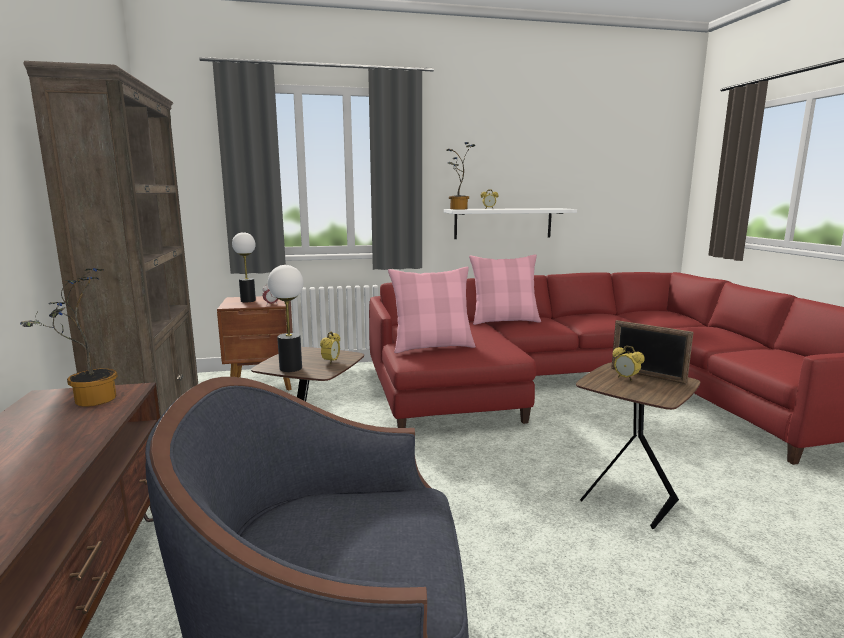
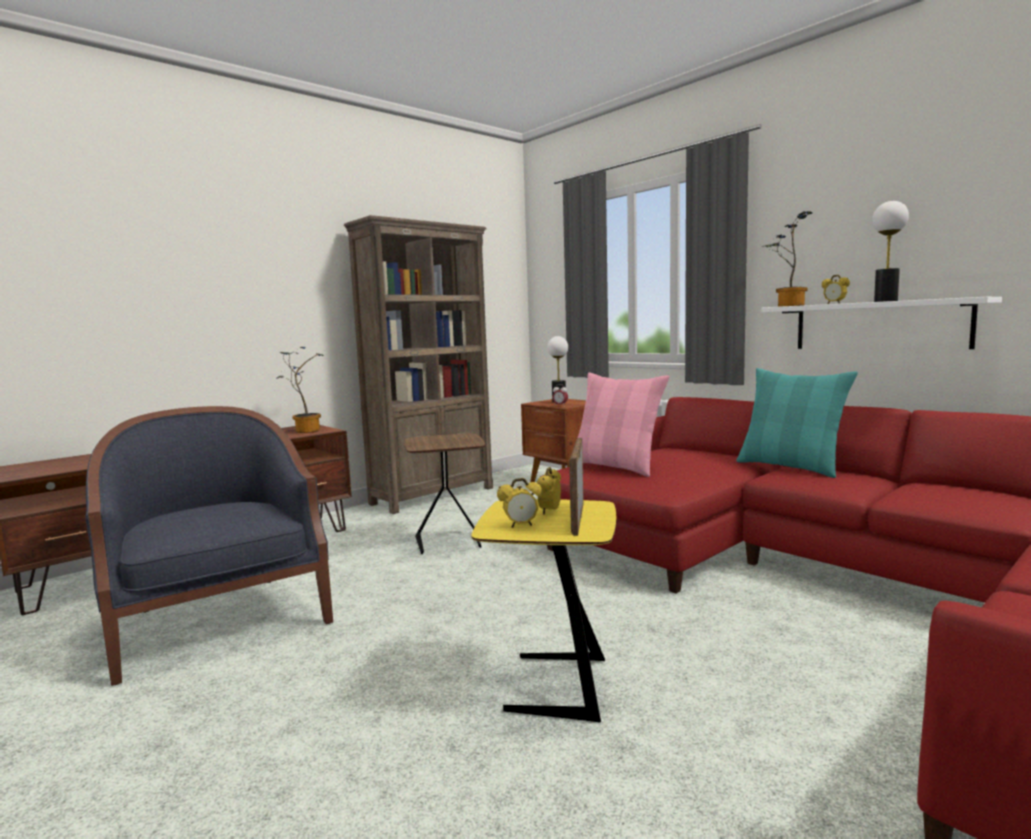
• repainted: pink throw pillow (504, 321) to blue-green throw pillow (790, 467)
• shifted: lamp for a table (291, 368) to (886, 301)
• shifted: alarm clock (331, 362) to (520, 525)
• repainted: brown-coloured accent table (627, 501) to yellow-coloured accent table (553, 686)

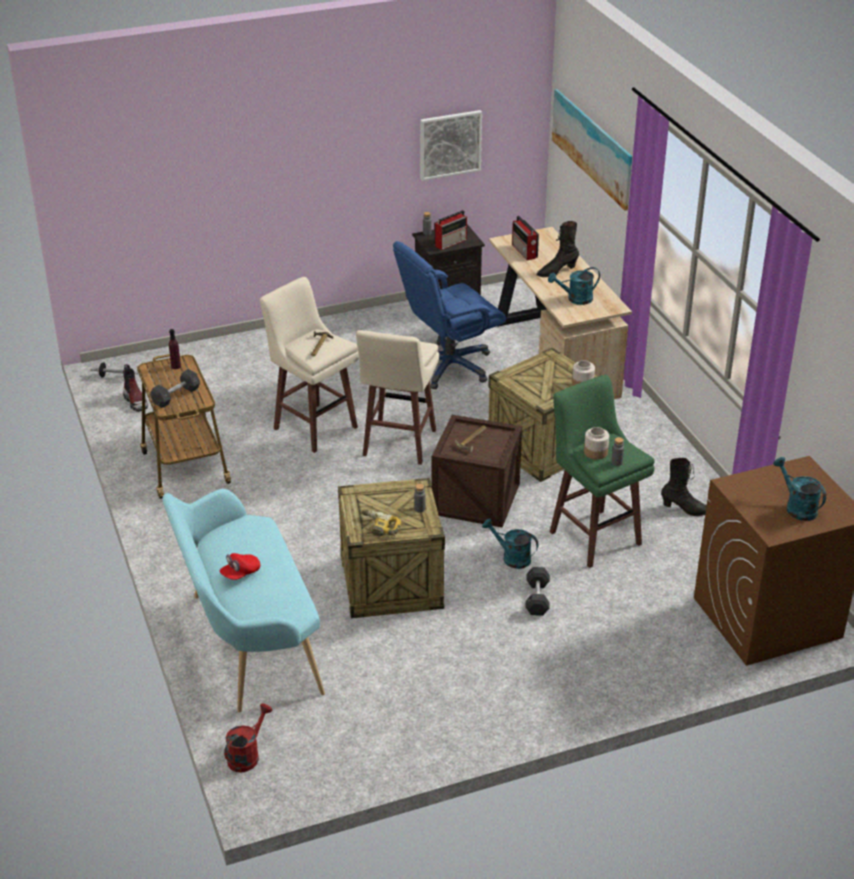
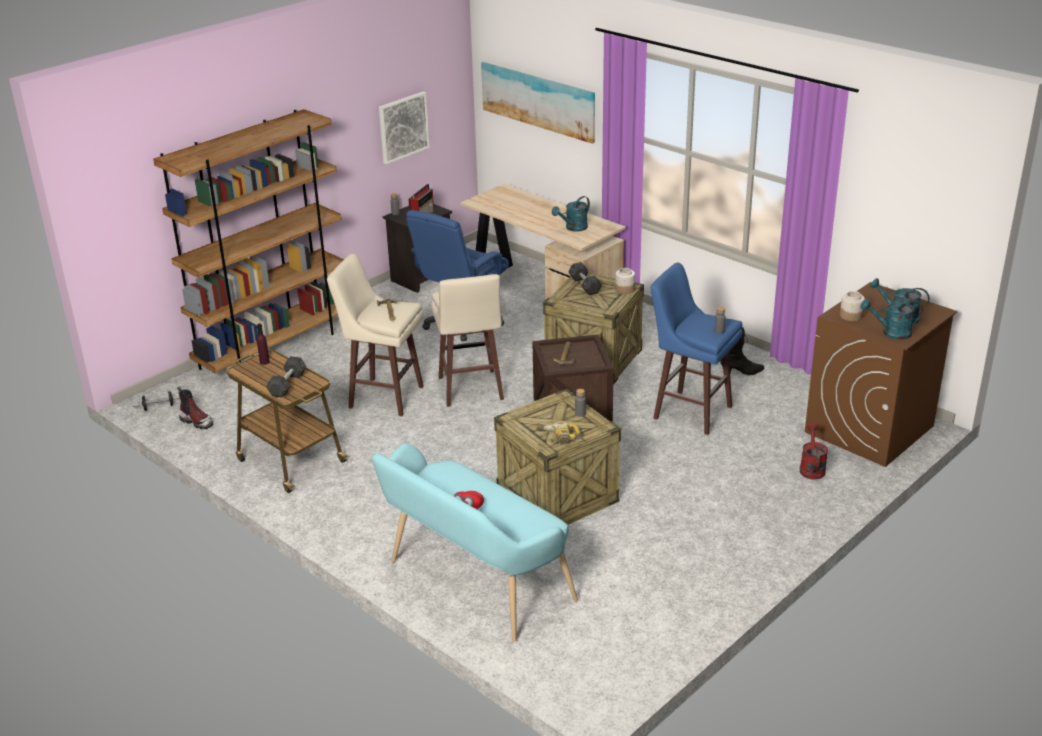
• gone: radio set (524, 252)
• gone: blackish high-top boot (556, 272)
• repainted: green-coloured sitting stool (594, 536) to blue sitting stool (690, 411)
• shifted: preserve jar (596, 452) to (851, 316)
• shifted: blue-green sprinkling can (511, 558) to (891, 333)
• shifted: gray dumbbell (537, 598) to (584, 285)
• shifted: reddish sprinkling can (247, 755) to (811, 468)
• new: brown-coloured shelving unit (275, 347)

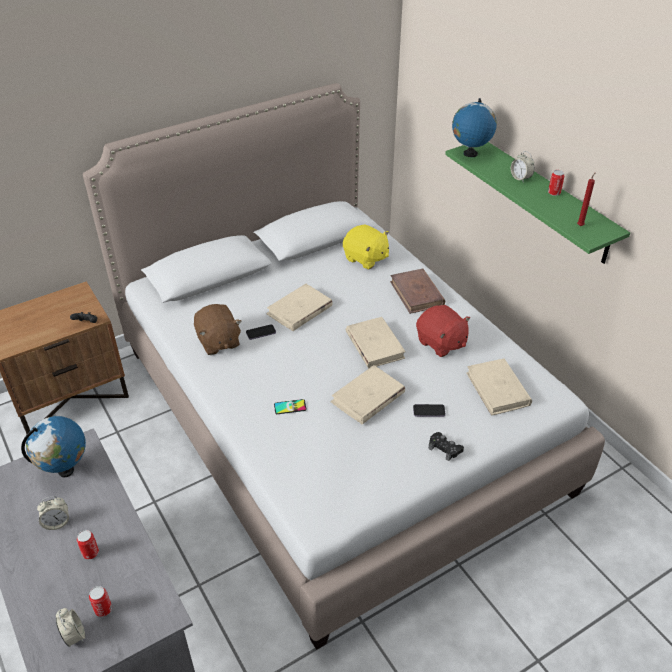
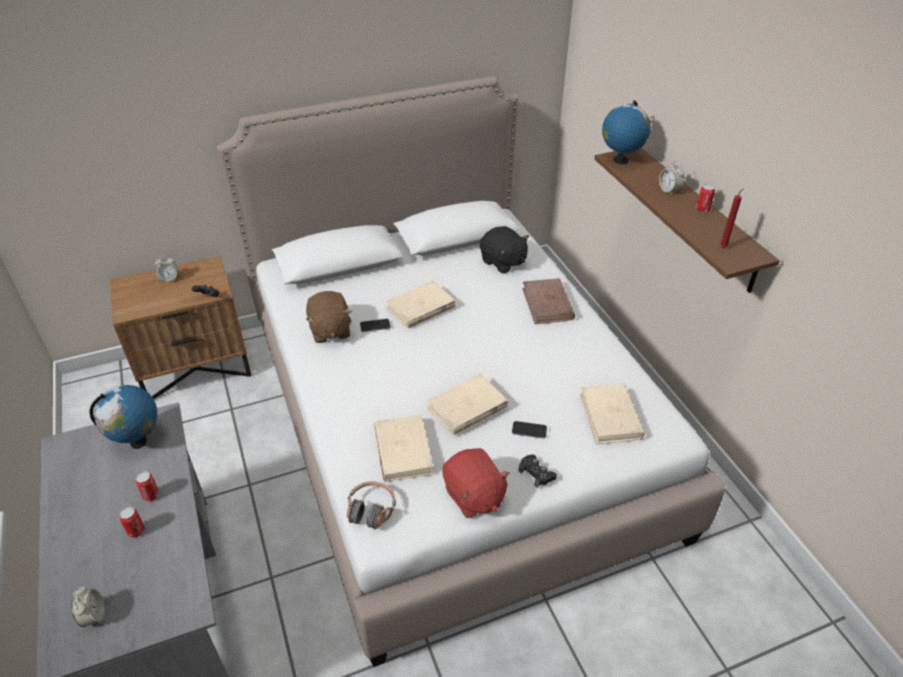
• repainted: green-coloured wall shelf (546, 201) to brown-coloured wall shelf (696, 218)
• repainted: yellow-coloured soft toy (365, 258) to blackish soft toy (503, 262)
• shifted: reddish soft toy (441, 343) to (473, 496)
• shifted: beige-coloured book (374, 345) to (403, 450)
• gone: telephone (290, 407)
• shifted: alarm clock (57, 523) to (169, 278)
• shifted: can (103, 609) to (151, 495)
• new: headset (371, 510)

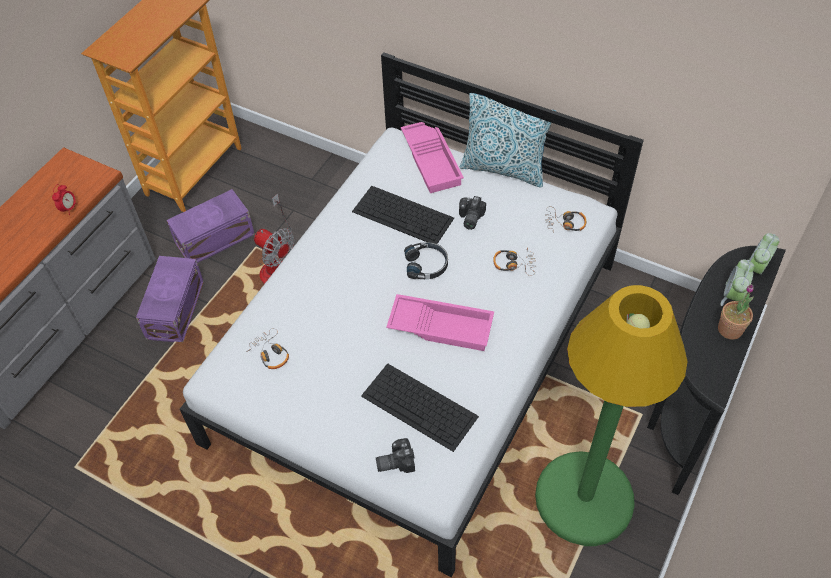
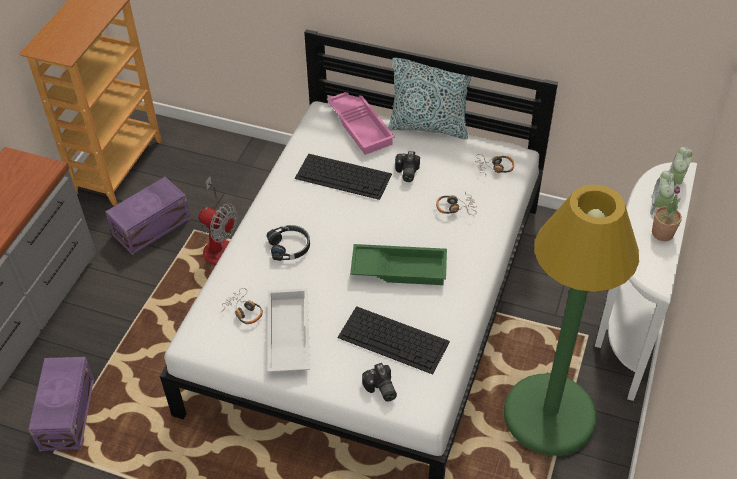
• gone: alarm clock (69, 208)
• shifted: blackish headset (426, 265) to (290, 246)
• repainted: blackish narrow table (684, 411) to whitish narrow table (625, 327)
• shifted: purple-coloured storage container (174, 310) to (66, 415)
• repainted: pink tray (442, 326) to green-coloured tray (400, 268)
• rotated: still camera (394, 461) = (380, 389) 90 degrees counterclockwise
• new: whitish tray (287, 335)

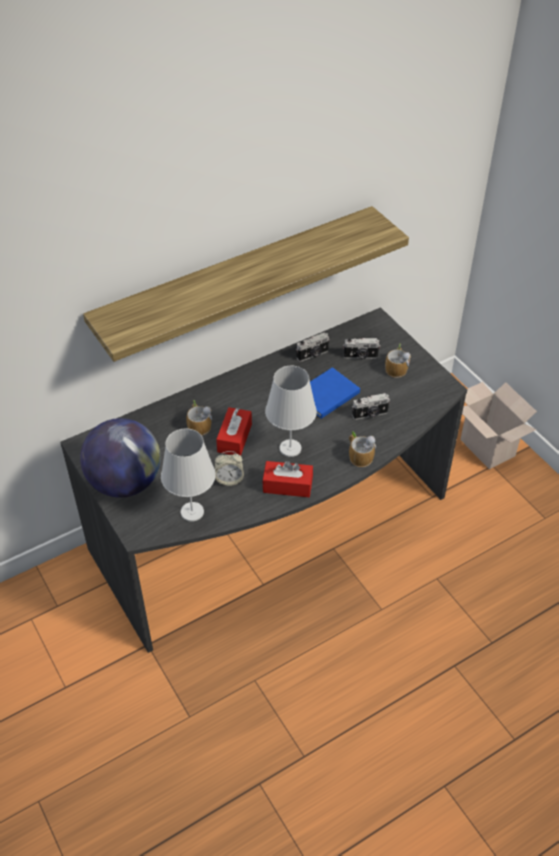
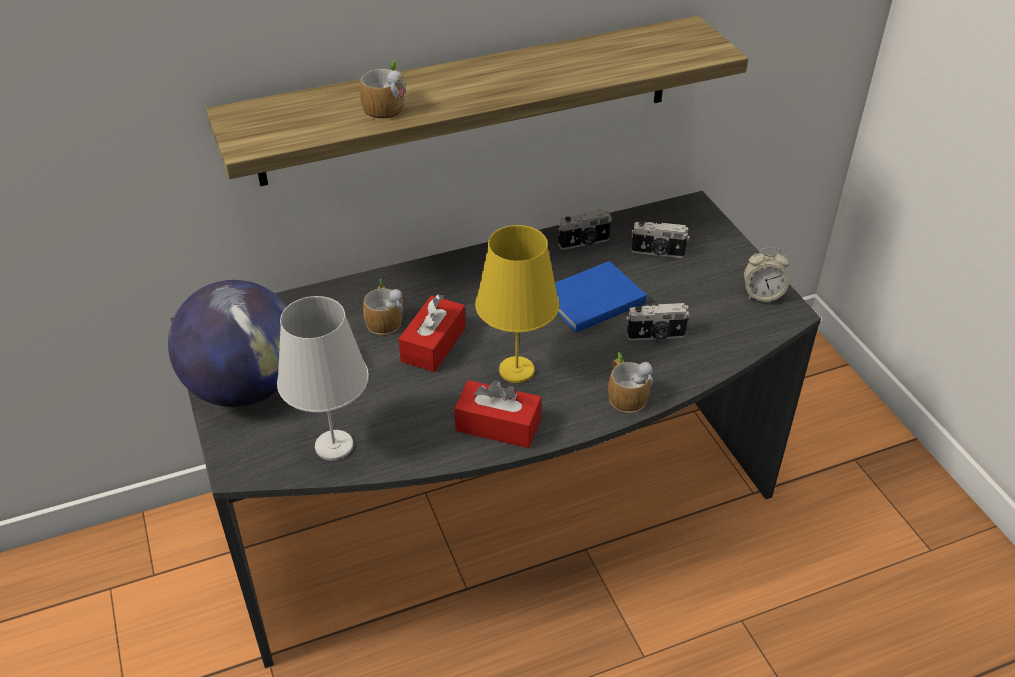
• shifted: mug (397, 367) to (387, 106)
• repainted: whitish lamp for a table (290, 448) to yellow-coloured lamp for a table (517, 370)
• gone: carton (485, 447)
• shifted: alarm clock (229, 479) to (762, 295)

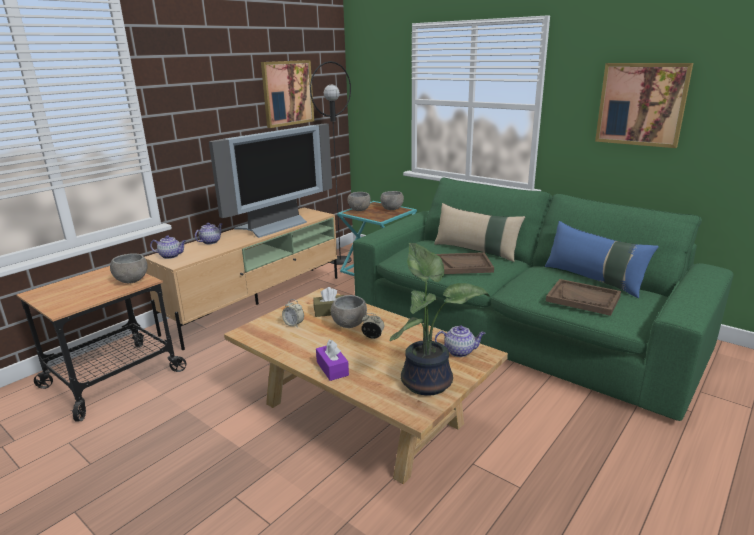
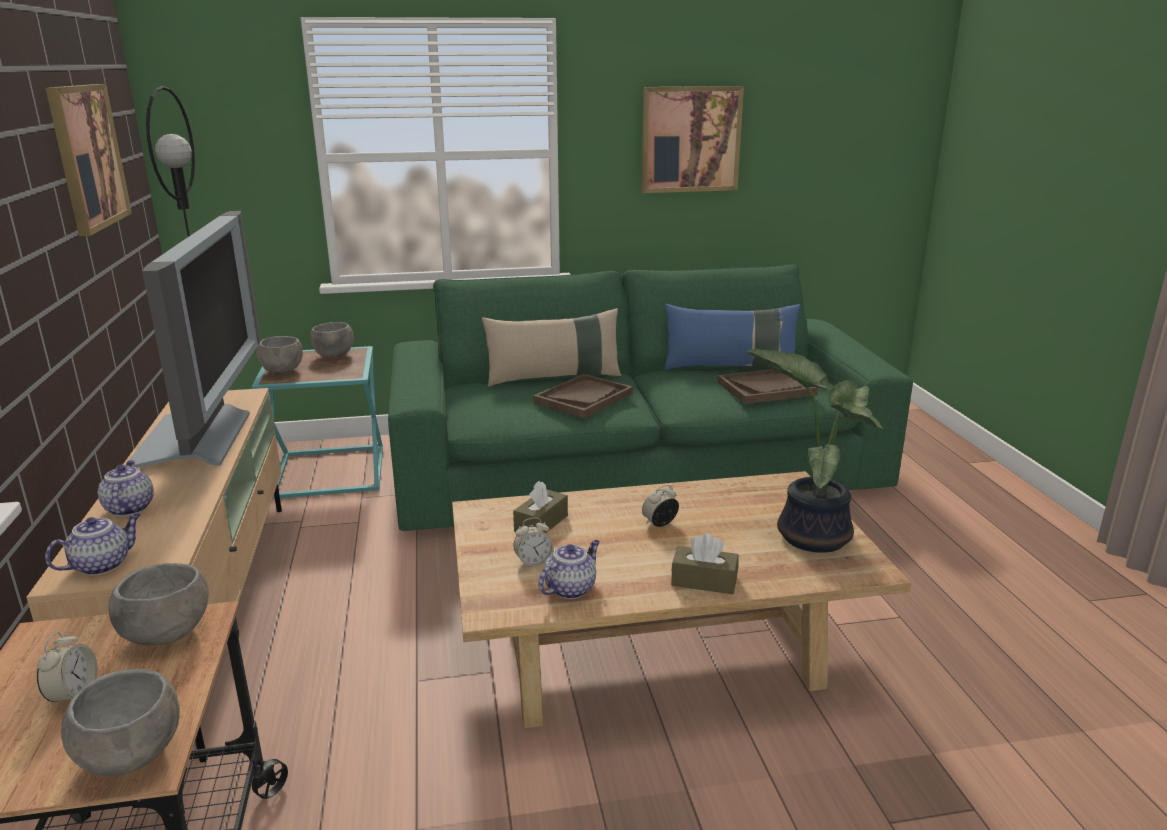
• shifted: gray deep dish (350, 324) to (132, 756)
• shifted: teapot (459, 351) to (570, 588)
• repainted: purple-coloured tissue holder (332, 368) to brown-coloured tissue holder (704, 581)
• new: alarm clock (74, 695)

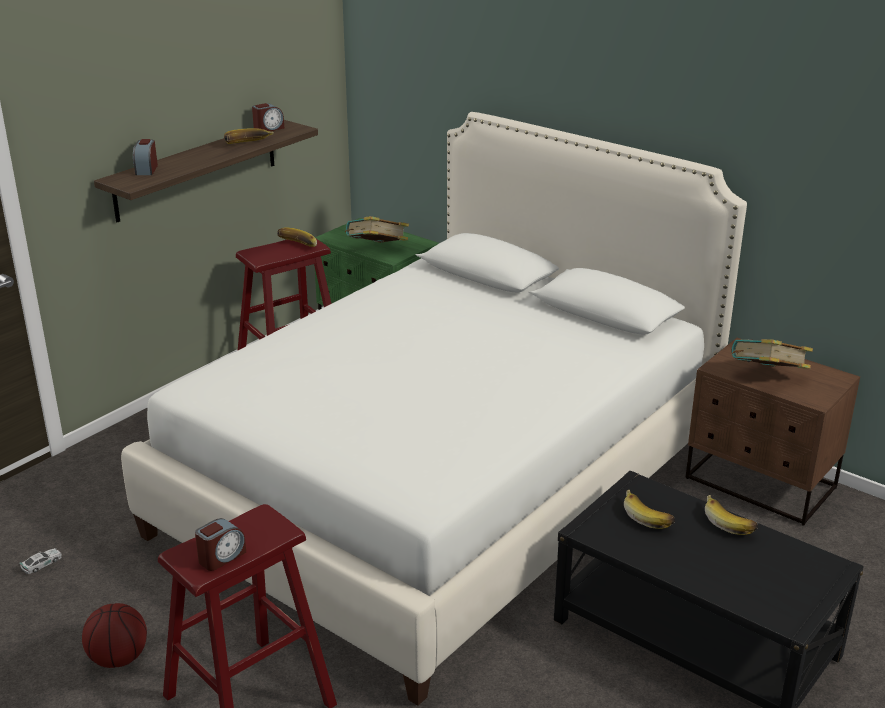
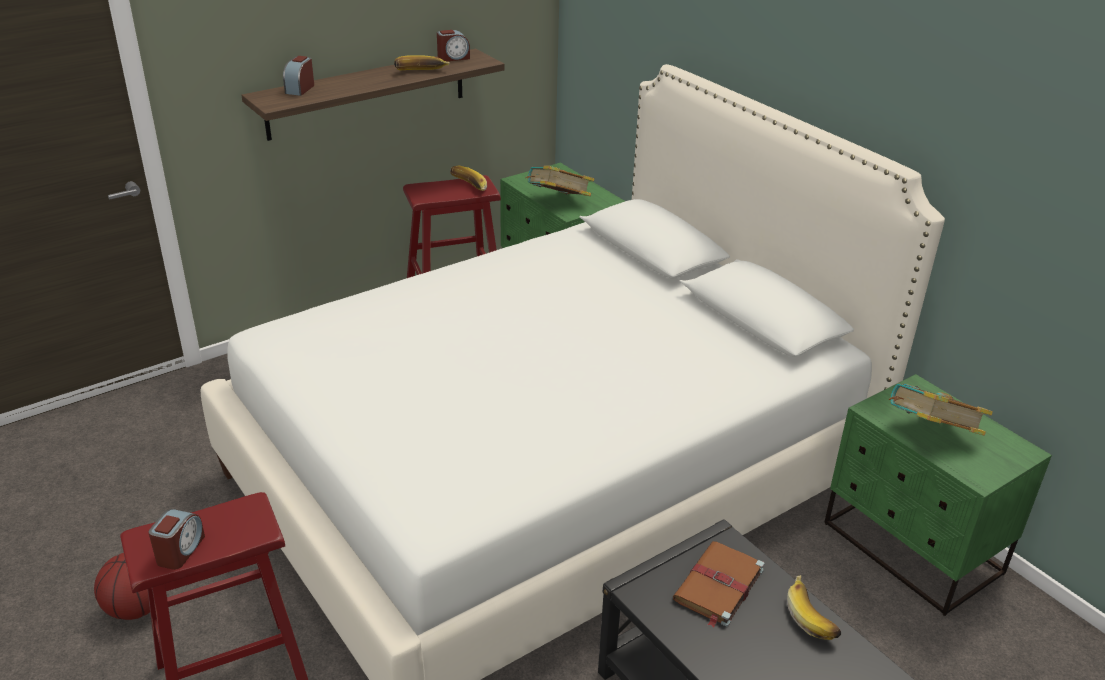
• repainted: brown-coloured nightstand (760, 484) to green-coloured nightstand (911, 549)
• swapped: whole banana (648, 516) to brown-coloured book (718, 586)
• rotated: alarm clock (221, 557) = (180, 550) 45 degrees counterclockwise
• gone: miniature car (42, 564)

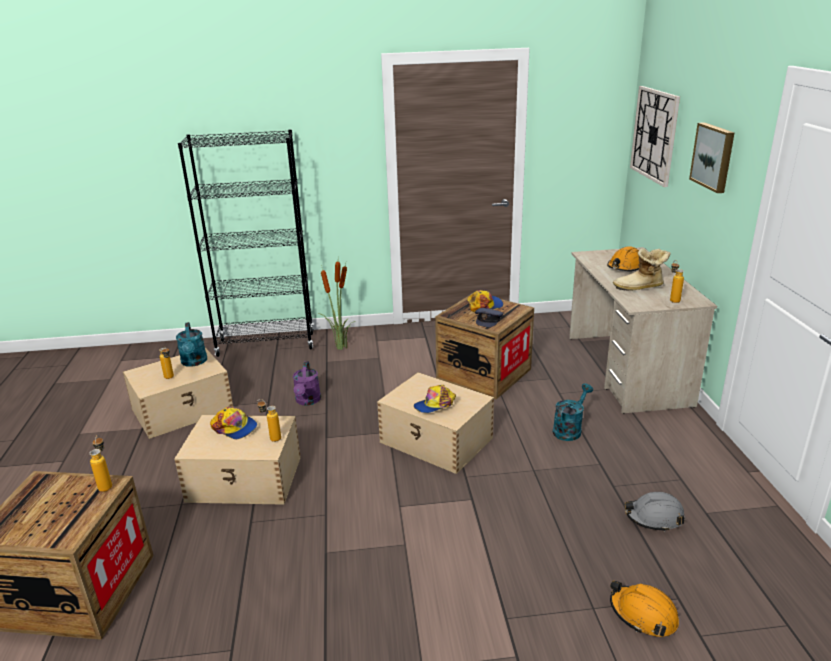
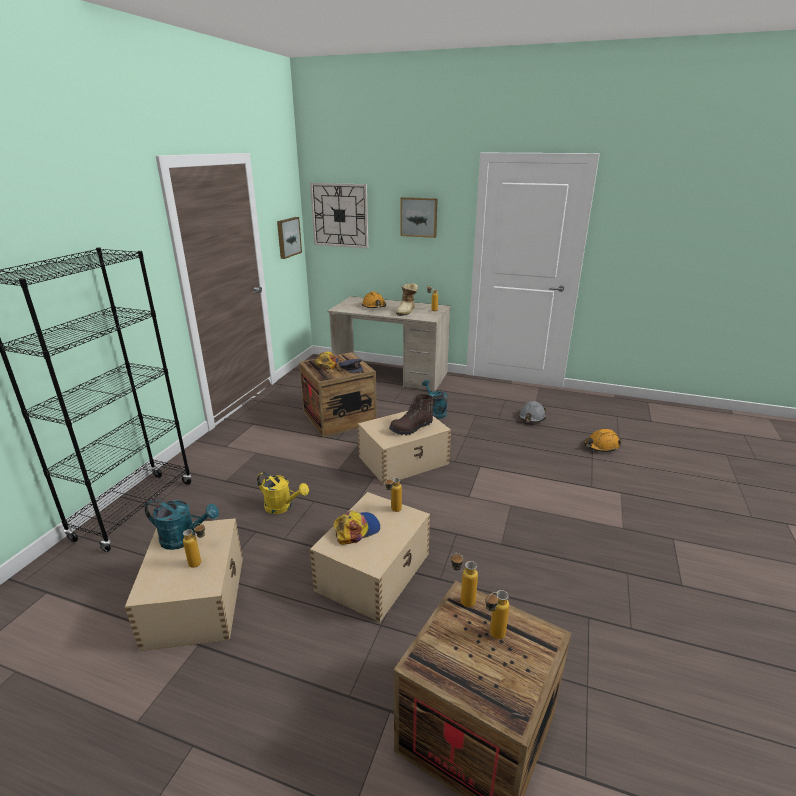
• gone: potted plant (340, 348)
• repainted: purple-coloured sprinkling can (307, 401) to yellow-coloured sprinkling can (282, 507)
• swapped: peaked cap (435, 405) to brown-coloured high-top boot (412, 428)
• new: picture (288, 237)
• new: drink bottle (492, 636)

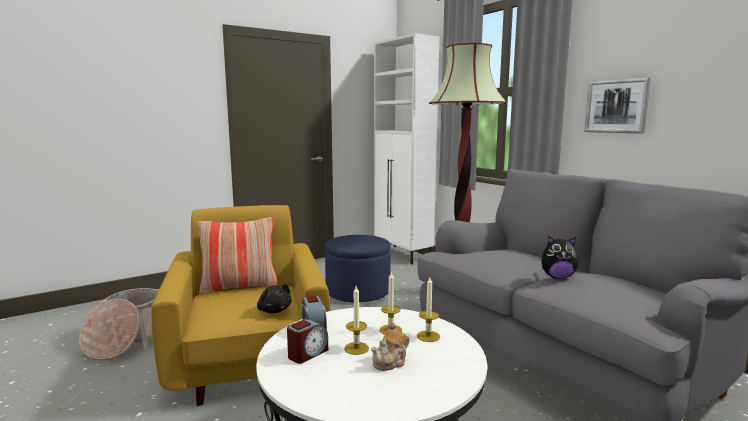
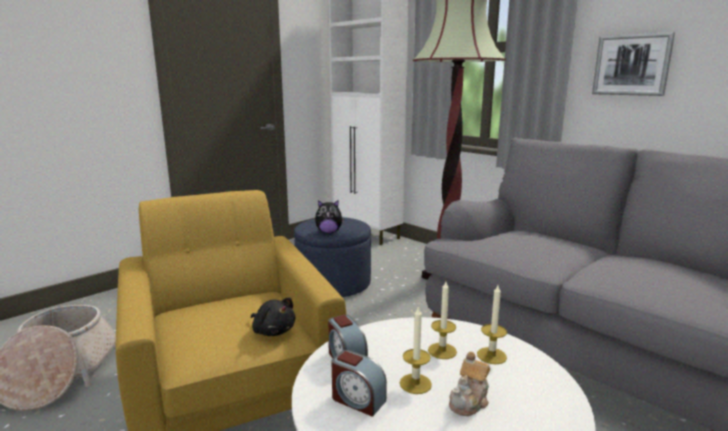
• gone: throw pillow (239, 287)
• shifted: soft toy (557, 277) to (329, 232)
• rotated: alarm clock (307, 354) = (357, 400) 90 degrees clockwise

